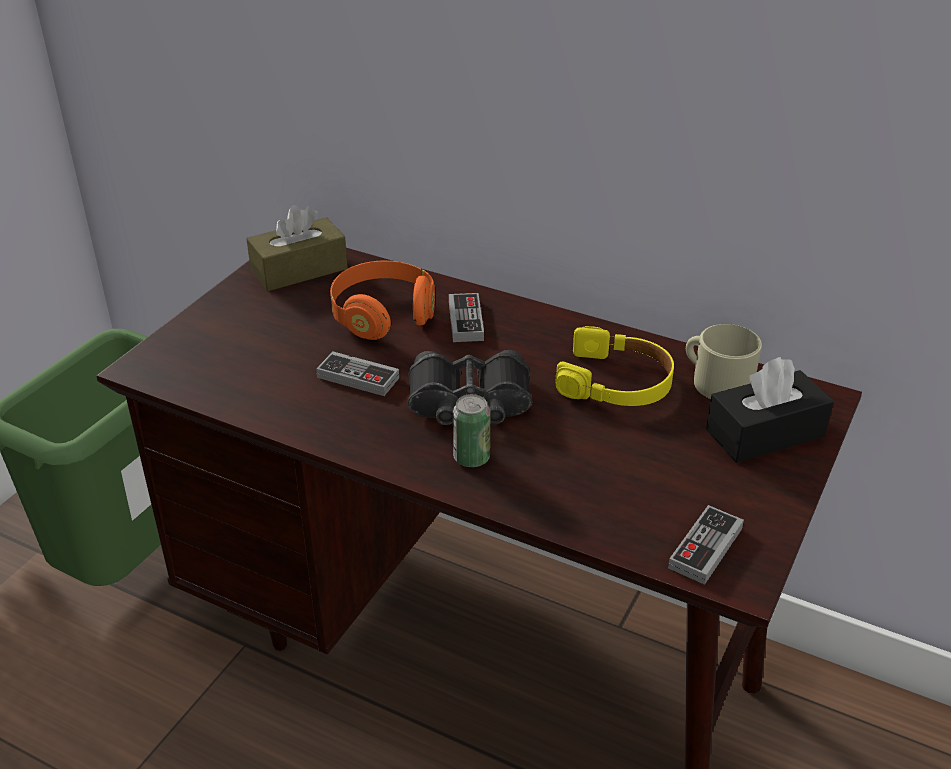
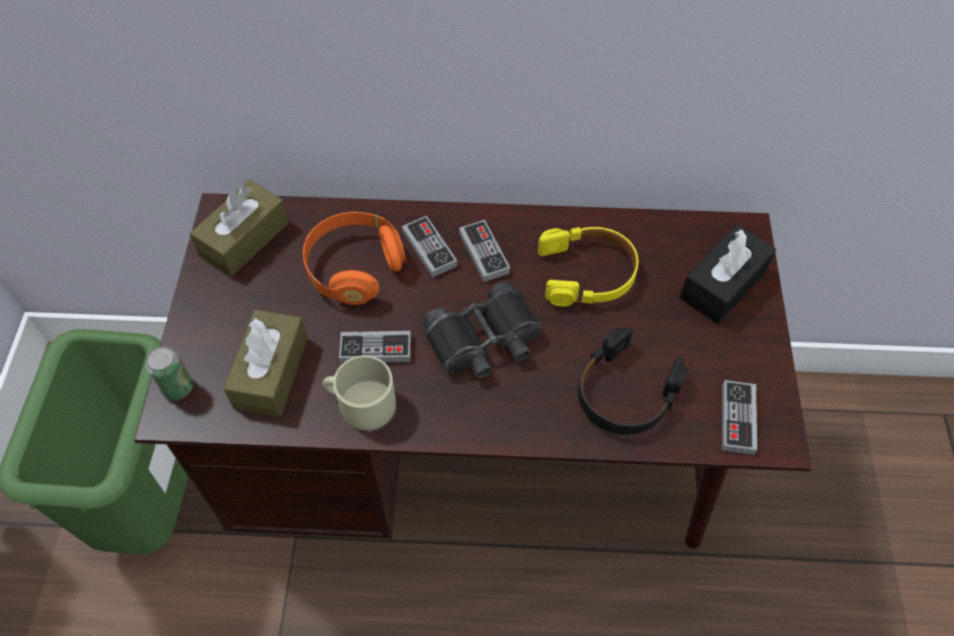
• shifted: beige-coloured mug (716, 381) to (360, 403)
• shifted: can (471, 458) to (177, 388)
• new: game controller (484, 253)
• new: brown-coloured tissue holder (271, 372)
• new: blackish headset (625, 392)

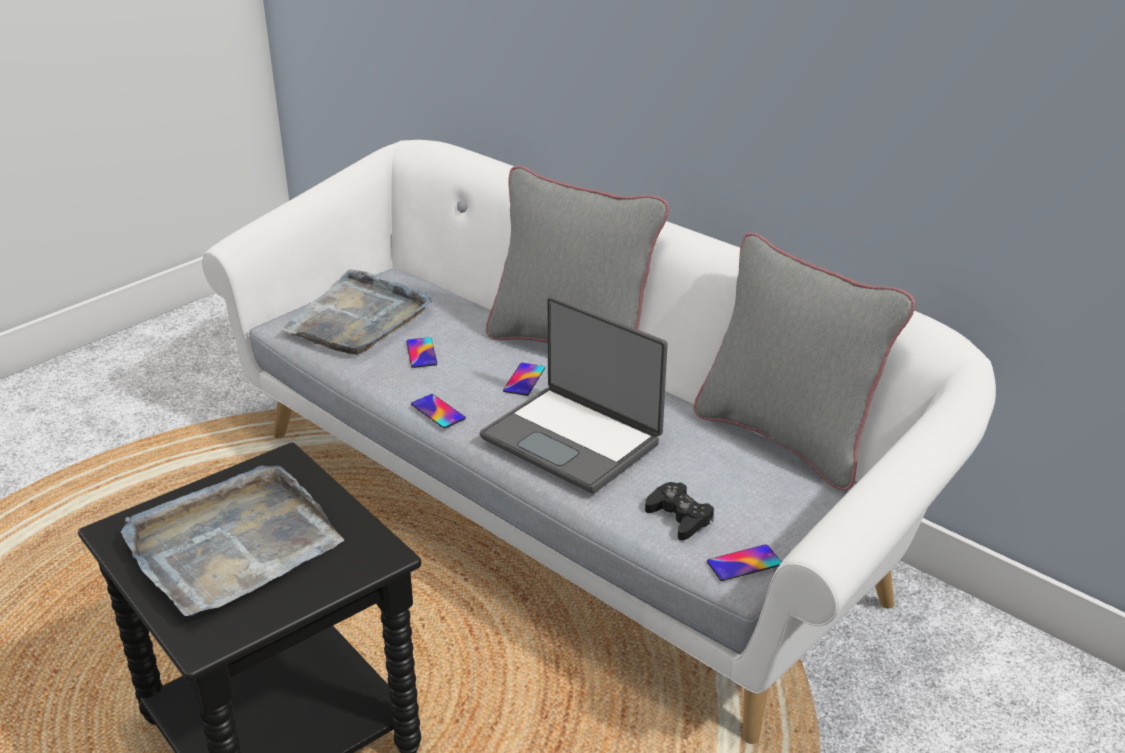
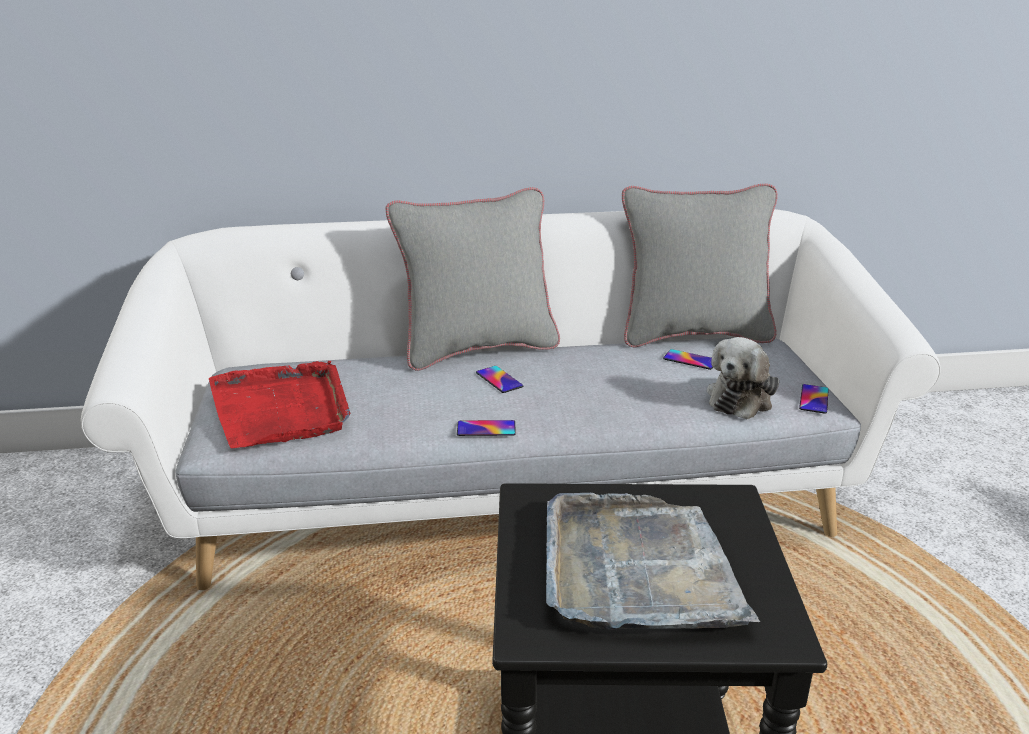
• repainted: gray tray (358, 318) to reddish tray (282, 409)
• gone: laptop (573, 439)
• shifted: telephone (421, 353) to (690, 360)
• swapped: blackish game controller (679, 517) to soft toy (741, 398)

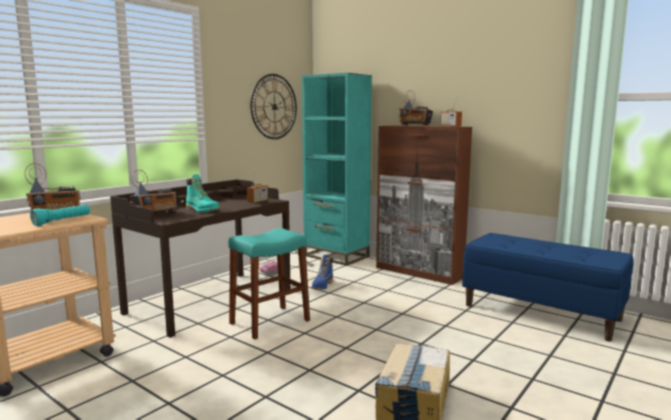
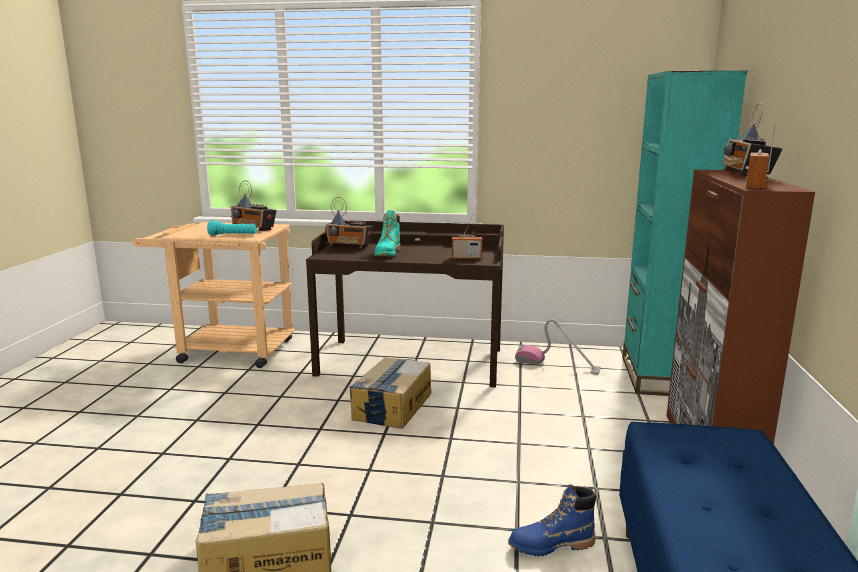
• gone: hanging clock (274, 107)
• swapped: blue-green sitting stool (269, 322) to carton (392, 406)
• shifted: blue high-top boot (322, 286) to (551, 545)

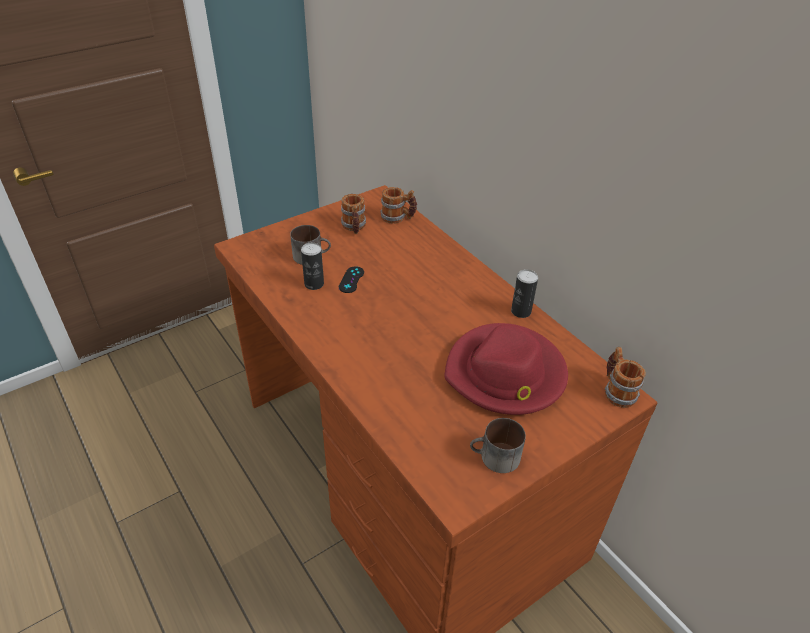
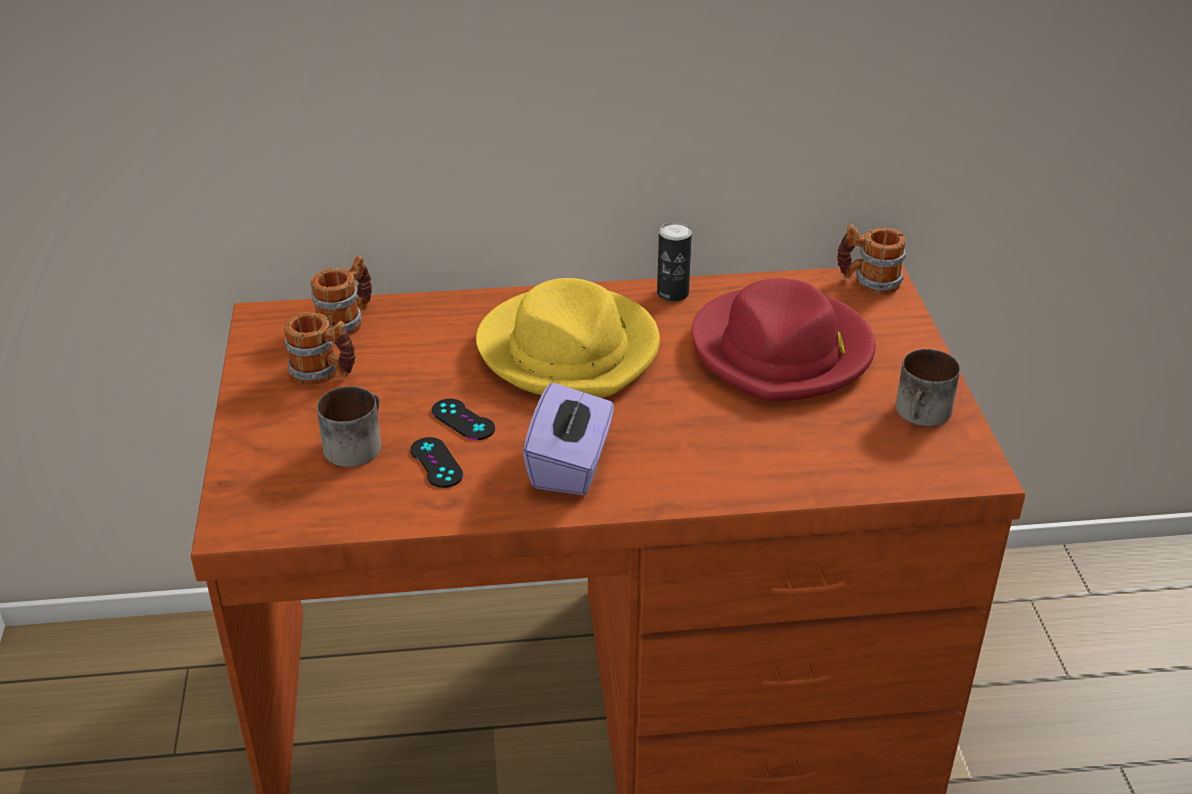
• swapped: can (314, 284) to blackish game controller (436, 463)
• new: yellow-coloured wearable hat (570, 350)
• new: purple-coloured tissue holder (570, 465)

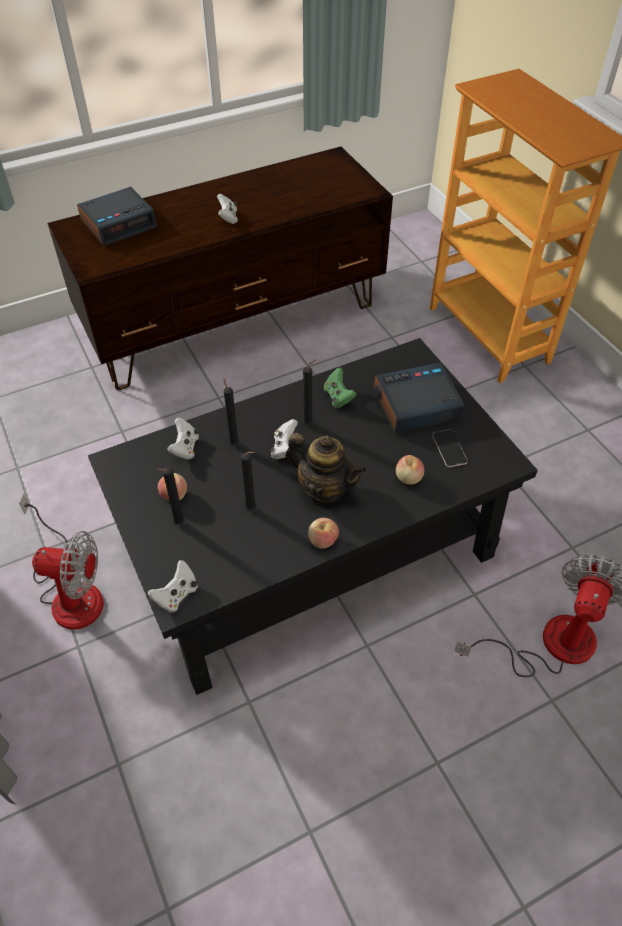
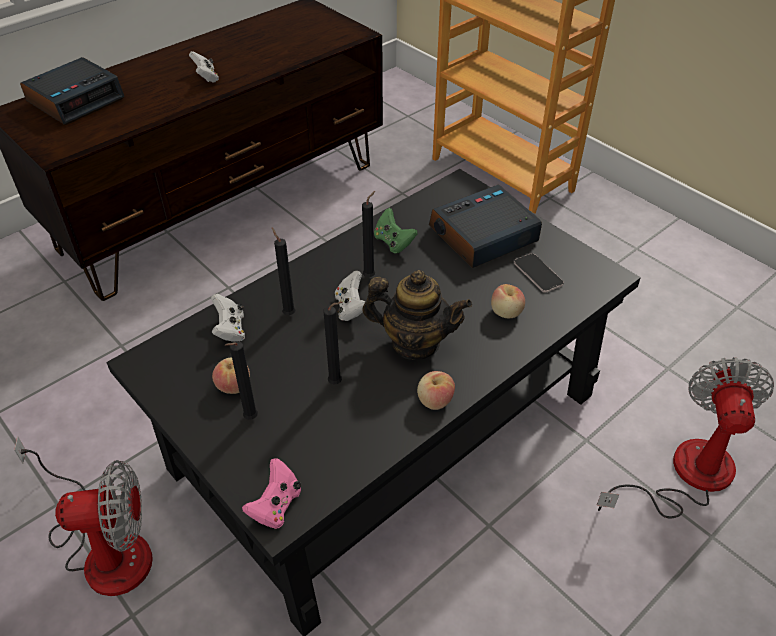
• repainted: whitish game controller (176, 595) to pink game controller (276, 505)

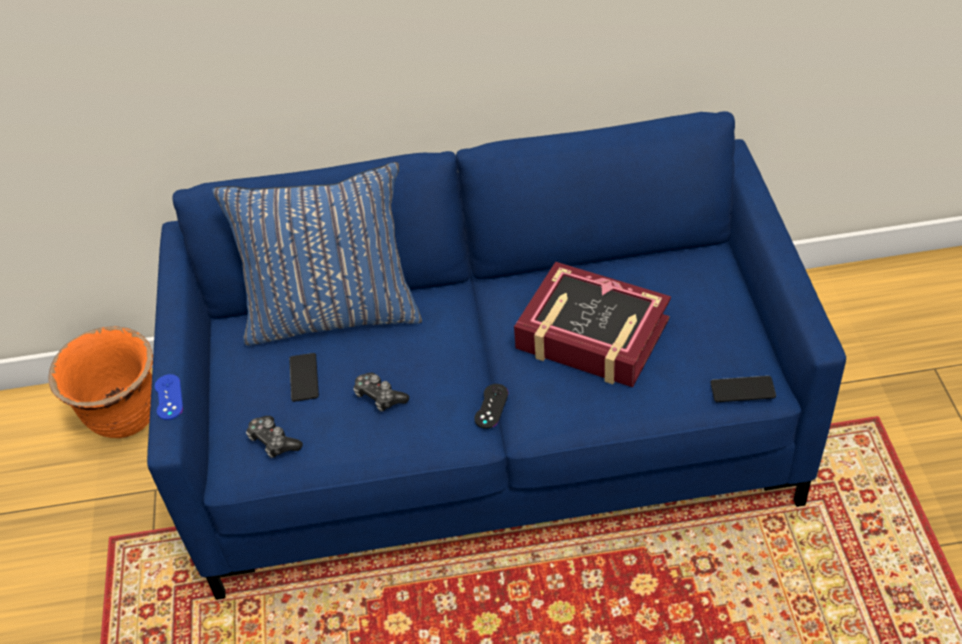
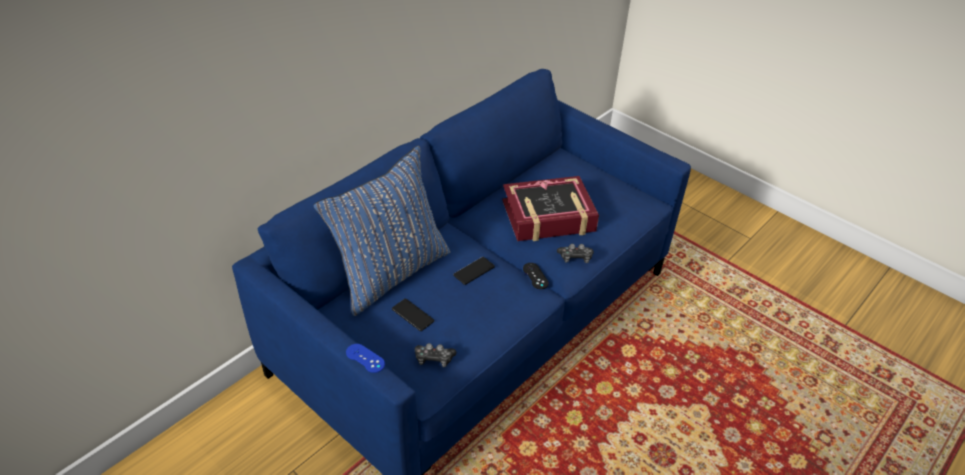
• gone: orange-coloured flower pot (125, 417)
• shifted: game controller (379, 397) to (575, 258)
• shifted: telephone (742, 390) to (474, 271)

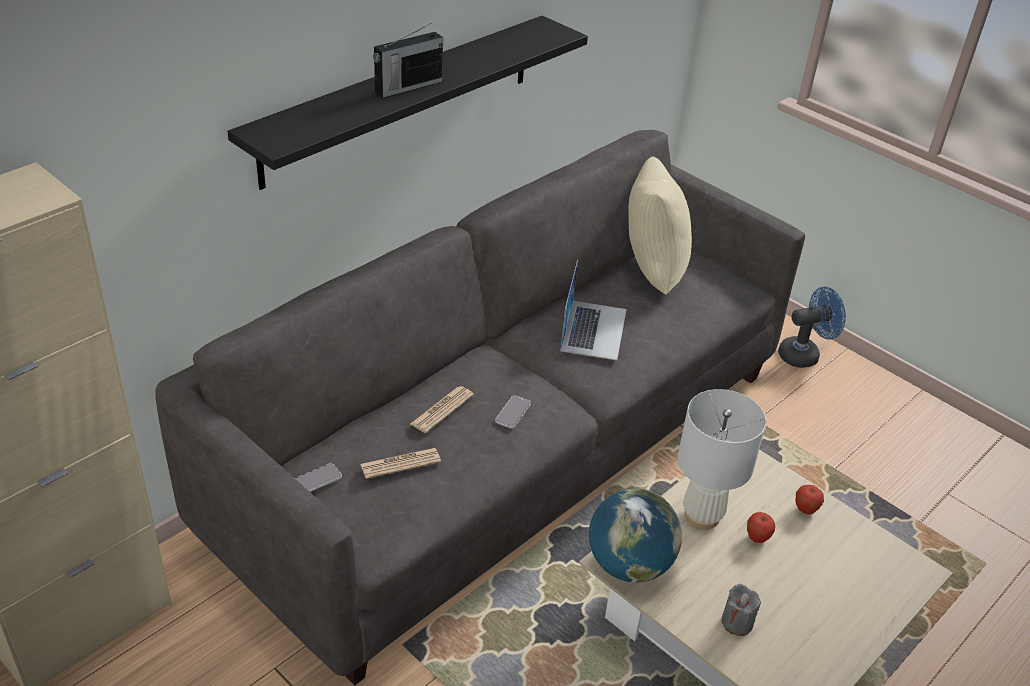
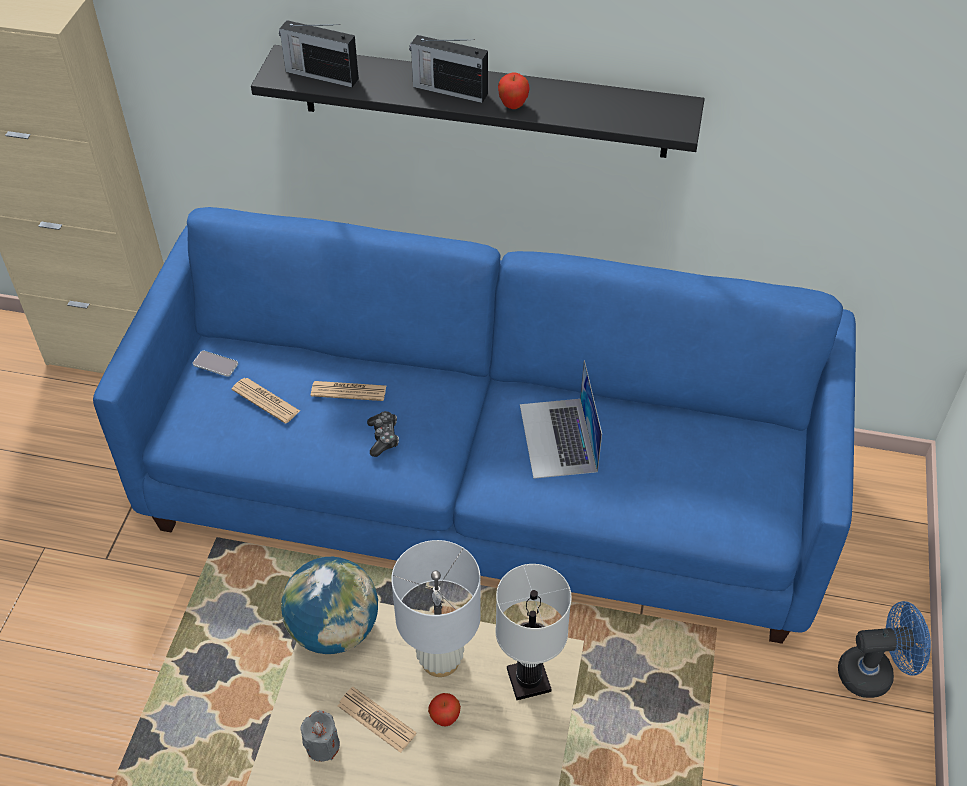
• repainted: gray sofa (506, 450) to blue sofa (484, 489)
• gone: beige-coloured throw pillow (650, 271)
• rotated: laptop (593, 329) = (558, 438) 105 degrees clockwise
• rotated: blue electric fan (804, 354) = (874, 673) 45 degrees counterclockwise
• swapped: telephone (513, 412) to game controller (383, 437)
• shifted: whole apple (805, 510) to (513, 106)
• new: radio set (320, 74)
• new: whitish lamp for a table (529, 679)
• new: daily paper (376, 720)

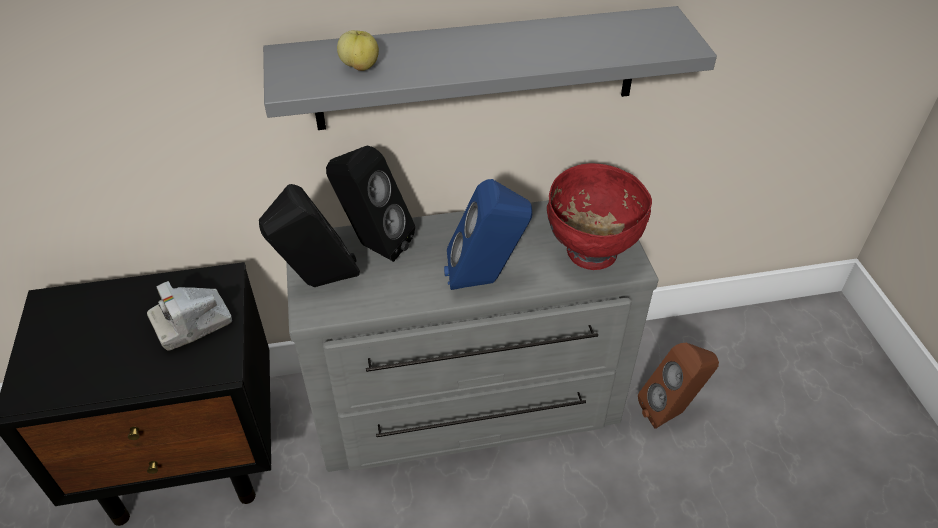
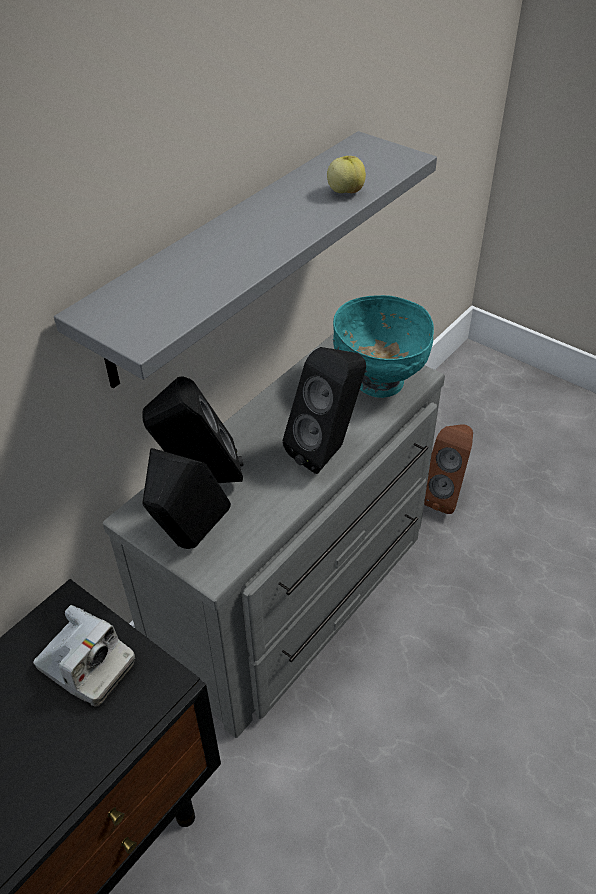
• shifted: whole apple (360, 67) to (345, 191)
• repainted: reddish deep dish (590, 253) to blue-green deep dish (379, 383)
• repainted: blue loudspeaker (486, 280) to blackish loudspeaker (328, 451)
• rotated: still camera (192, 323) = (86, 666) 75 degrees counterclockwise

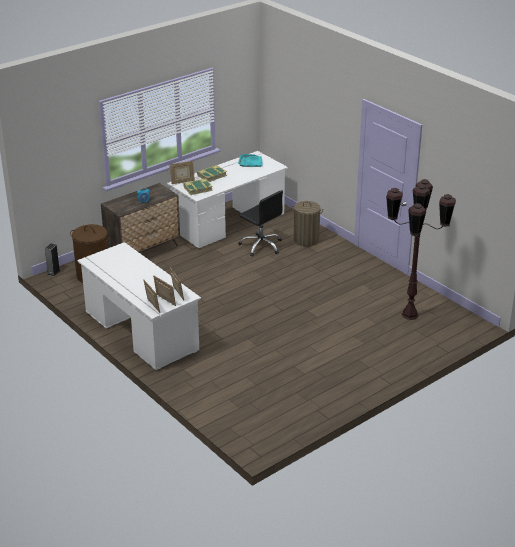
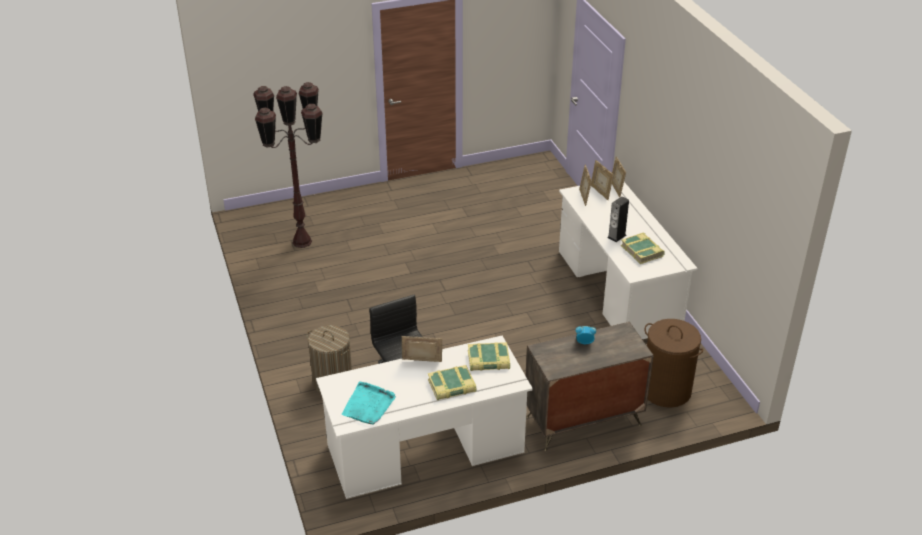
• shifted: standing frame (182, 182) to (422, 362)
• shifted: loudspeaker (53, 272) to (616, 236)
• new: book (642, 251)

